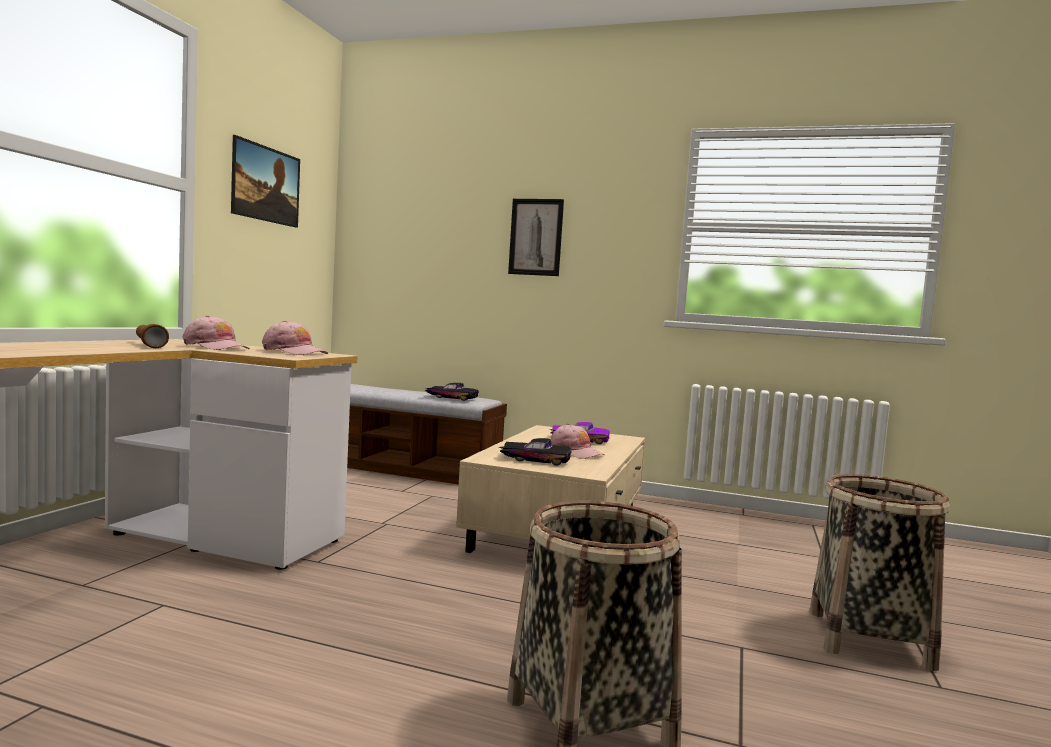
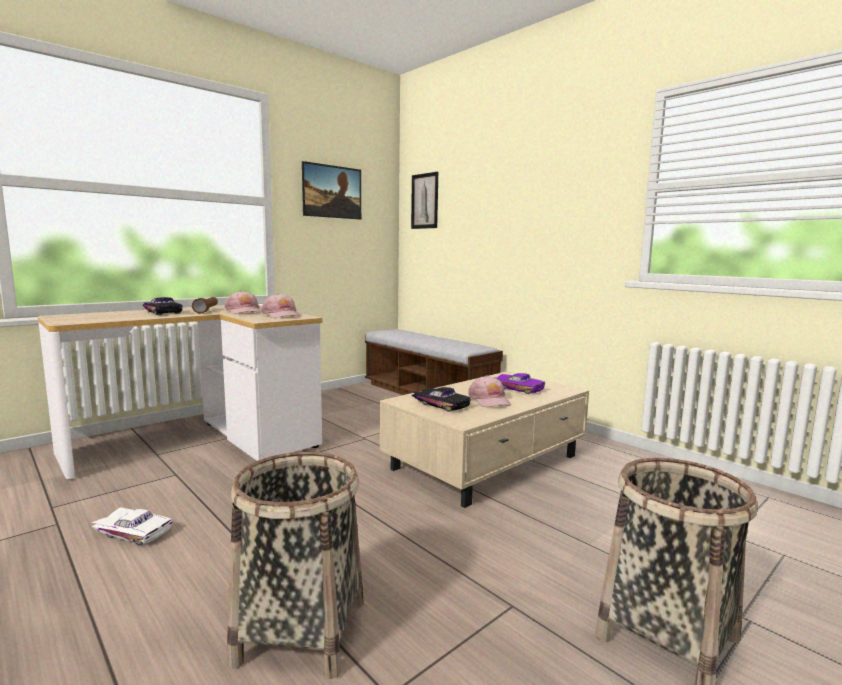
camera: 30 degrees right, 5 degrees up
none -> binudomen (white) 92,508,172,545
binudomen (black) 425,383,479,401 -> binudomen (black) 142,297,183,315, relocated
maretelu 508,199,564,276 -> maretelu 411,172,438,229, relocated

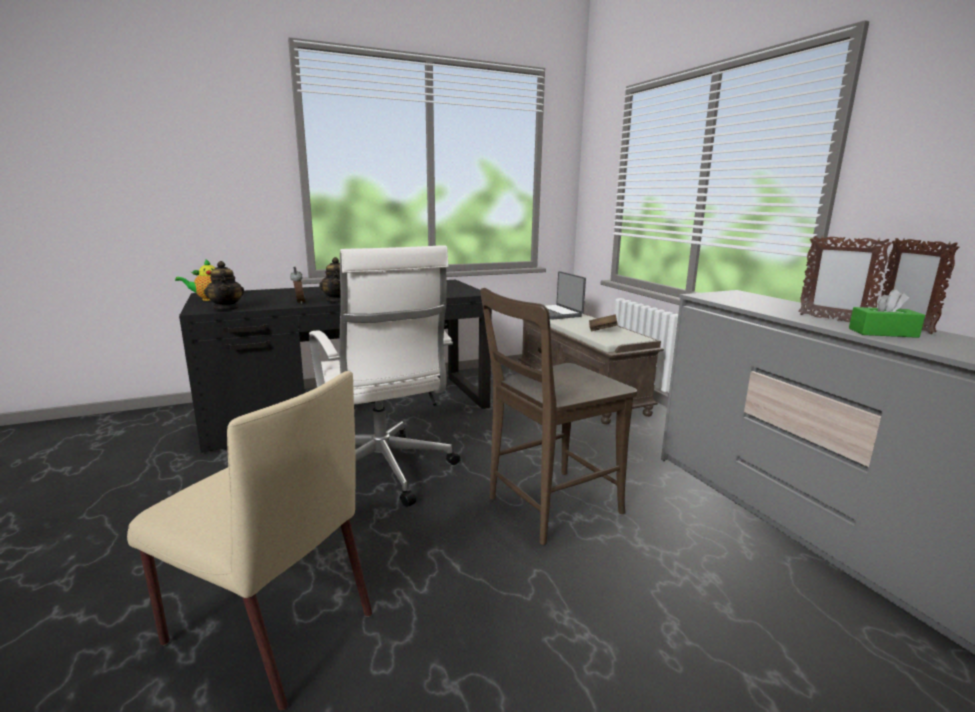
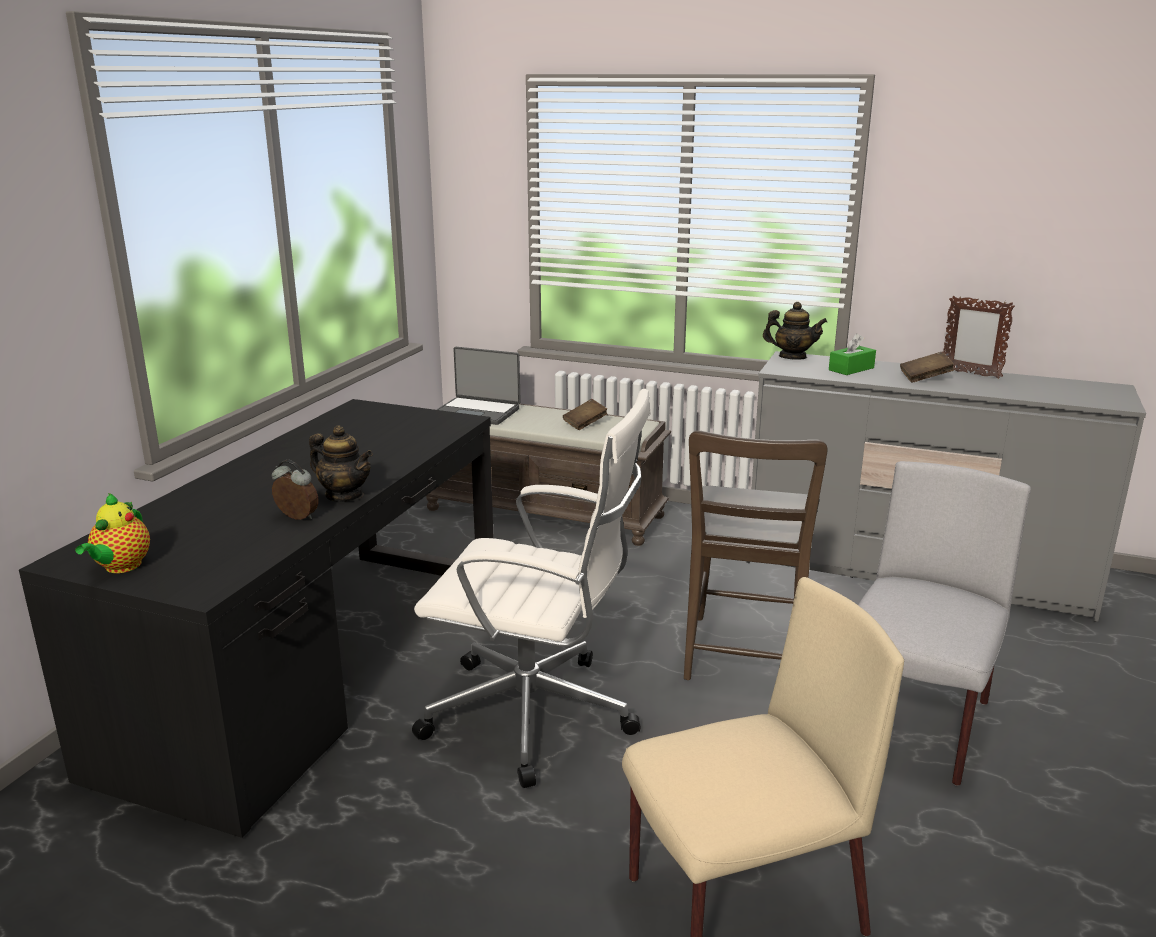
camera: 45 degrees left, 5 degrees up
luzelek 204,261,244,311 -> luzelek 763,302,827,360, relocated
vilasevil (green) 849,289,925,338 -> vilasevil (green) 829,333,876,375, relocated
none -> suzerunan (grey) 858,461,1031,786
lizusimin 798,236,892,322 -> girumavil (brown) 900,352,954,383

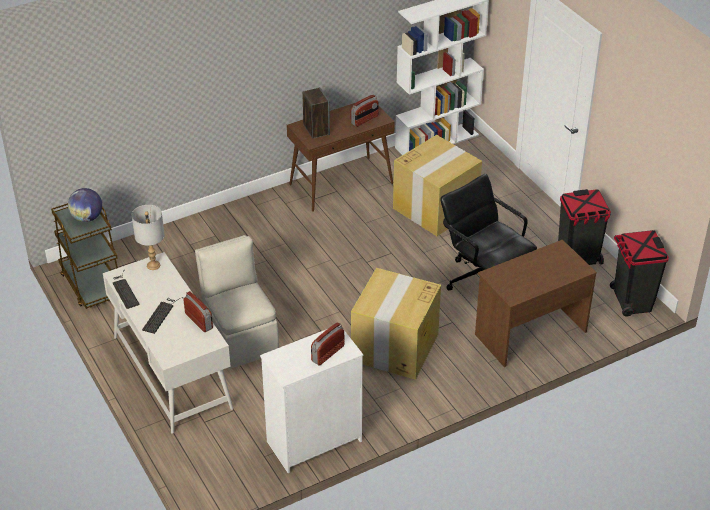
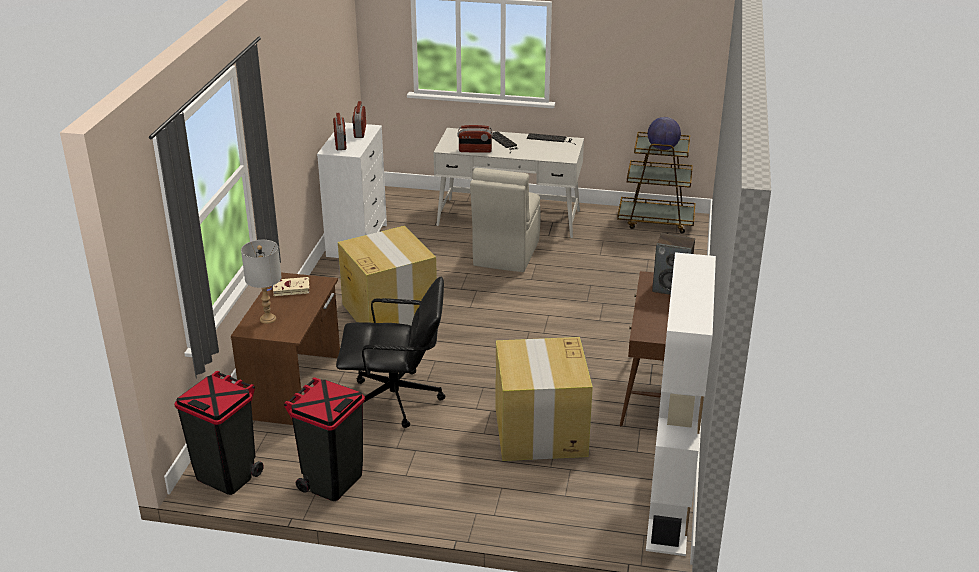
camera: 130 degrees right, 10 degrees down
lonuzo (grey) 132,205,165,270 -> lonuzo (grey) 241,240,281,324, relocated
none -> girumavil (beige) 267,277,310,296
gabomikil 351,94,379,127 -> gabomikil 352,101,366,138, relocated
suzerunan (beige) 195,235,279,369 -> suzerunan (beige) 470,168,541,272, 90 degrees clockwise

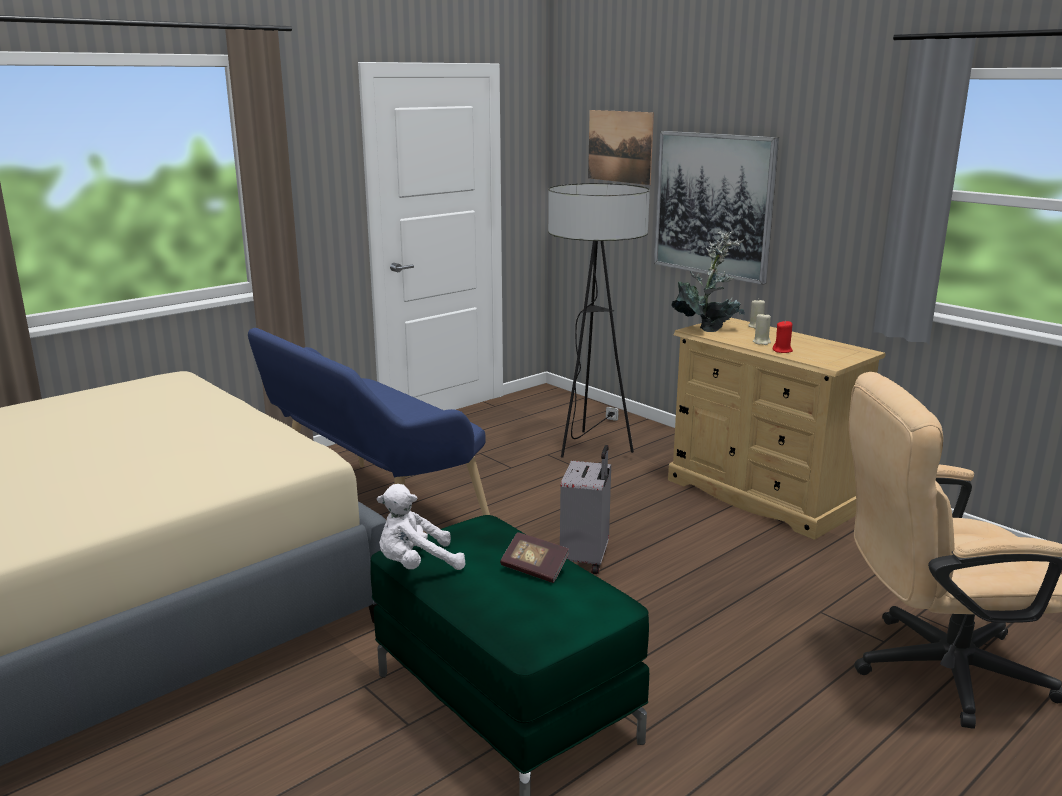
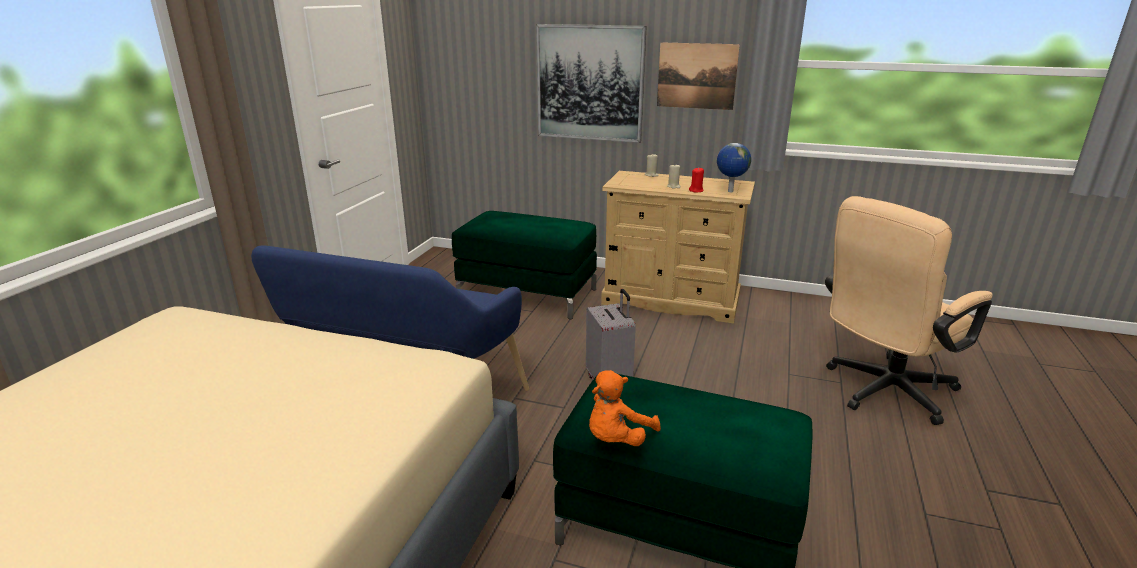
camera: 30 degrees left, 5 degrees up
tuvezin 548,183,650,458 -> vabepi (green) 452,211,597,319
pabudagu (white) 377,484,466,570 -> pabudagu (orange) 589,370,661,446
maretelu 588,110,654,185 -> maretelu 657,42,740,110, relocated
none -> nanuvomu 717,143,751,192
girumavil 500,532,569,583 -> none
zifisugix 671,230,746,332 -> none

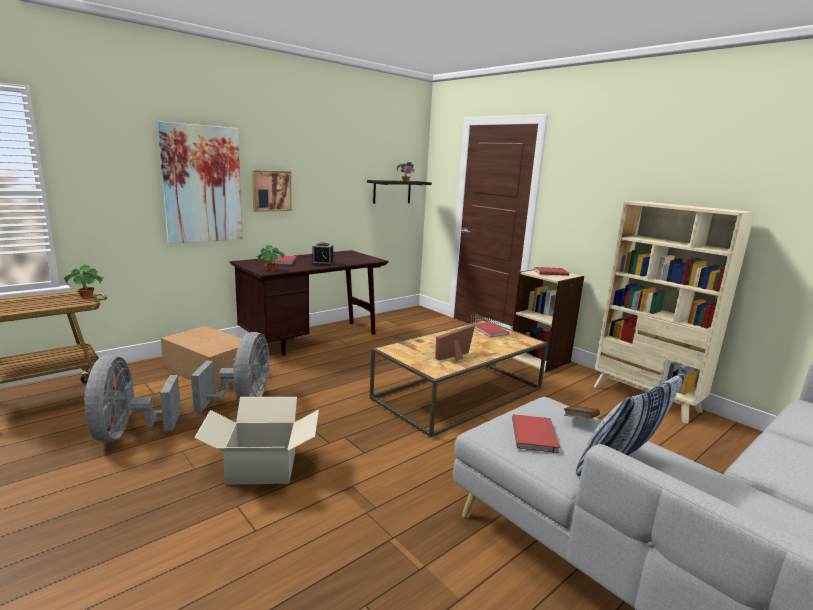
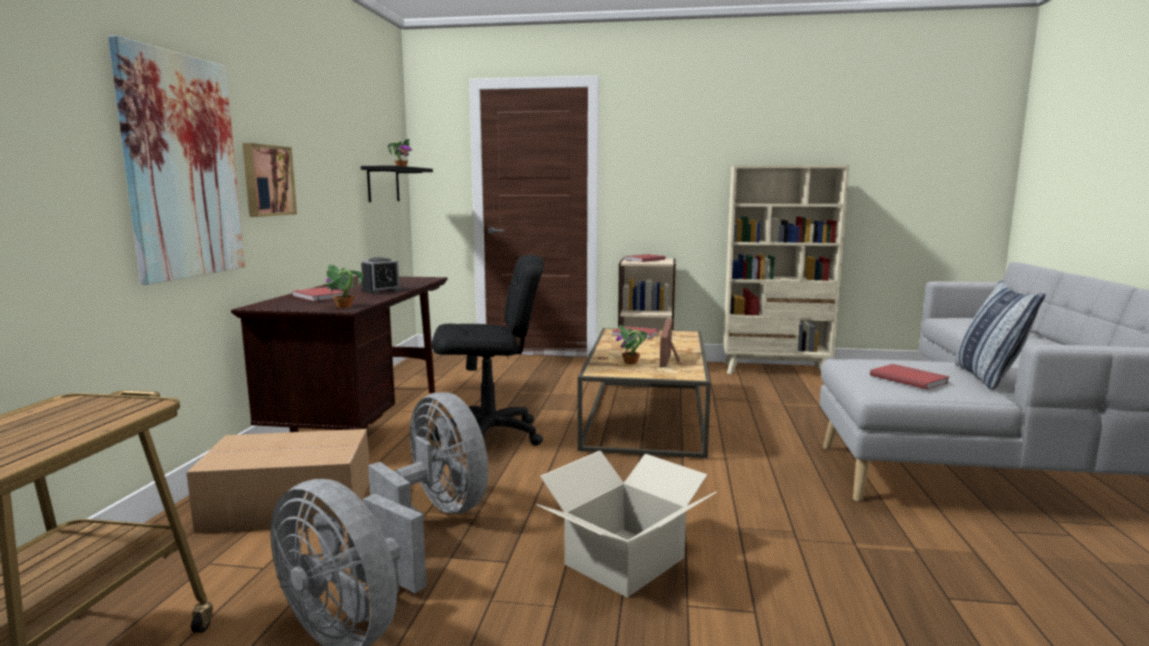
camera: 40 degrees left, 5 degrees down
none -> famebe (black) 430,255,544,446
zifisugix 64,264,105,297 -> zifisugix 616,325,647,364, relocated
girumavil (brown) 564,405,600,419 -> none

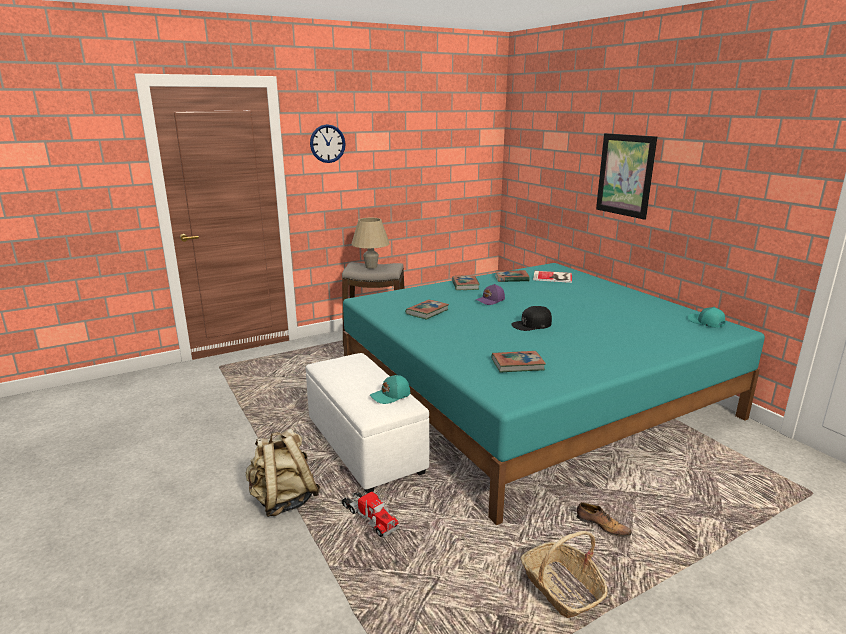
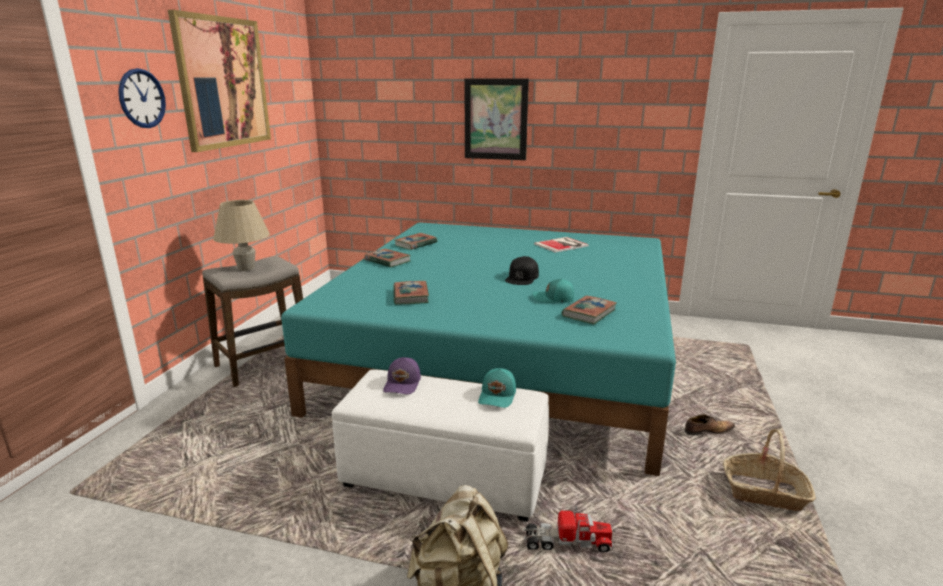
camera: 45 degrees left, 0 degrees up
none -> maretelu 168,10,271,152
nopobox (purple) 476,284,505,305 -> nopobox (purple) 383,357,421,394, relocated
nopobox (turquoise) 688,307,725,328 -> nopobox (turquoise) 532,278,574,303, relocated
girumavil 533,271,572,283 -> girumavil 534,237,589,253, relocated

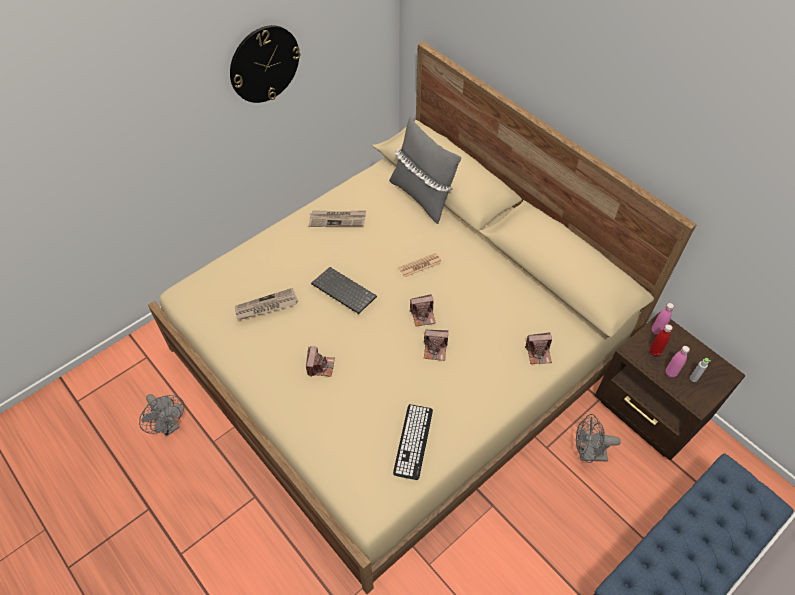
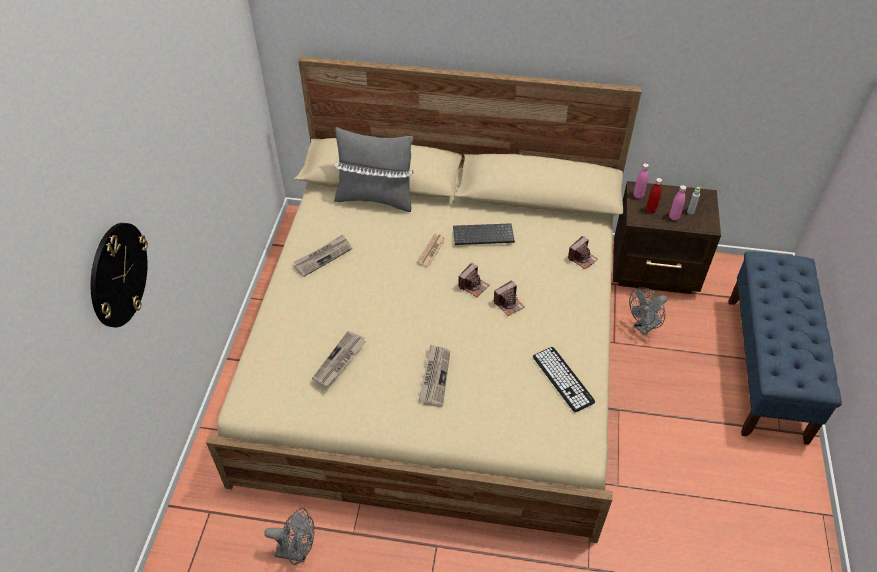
camera: 40 degrees left, 5 degrees down
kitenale 230,25,300,103 -> kitenale 91,223,148,327, relocated
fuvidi 306,346,335,377 -> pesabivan 419,344,450,407
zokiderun 311,267,377,314 -> zokiderun 453,223,515,245, relocated

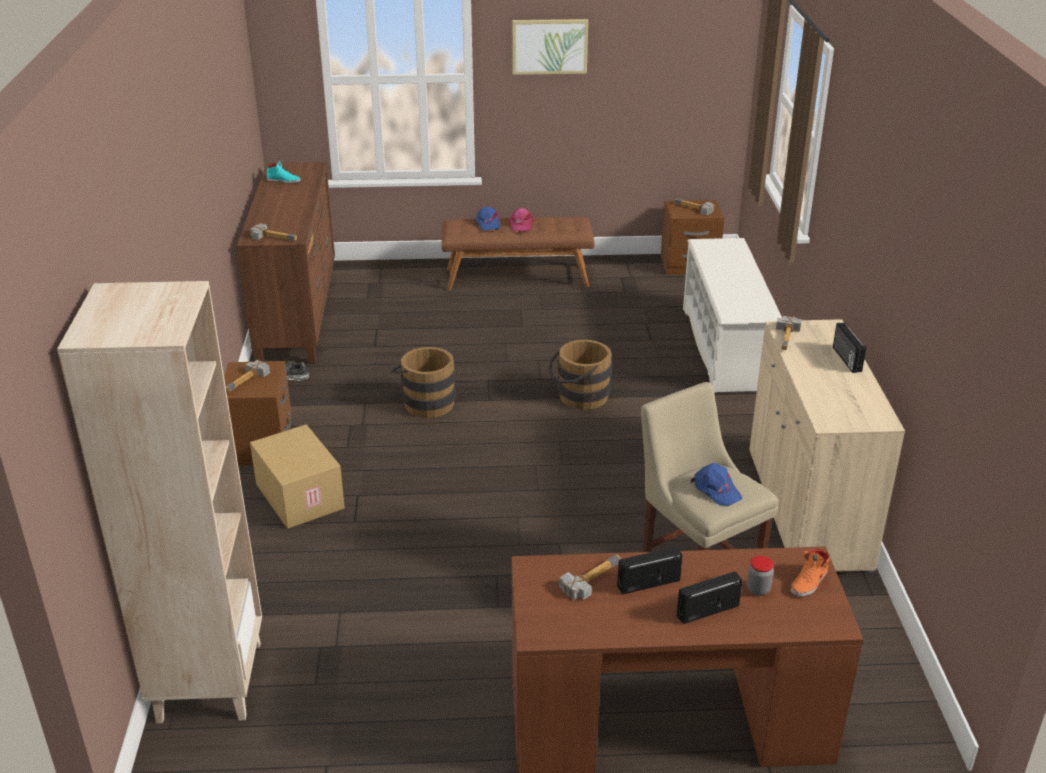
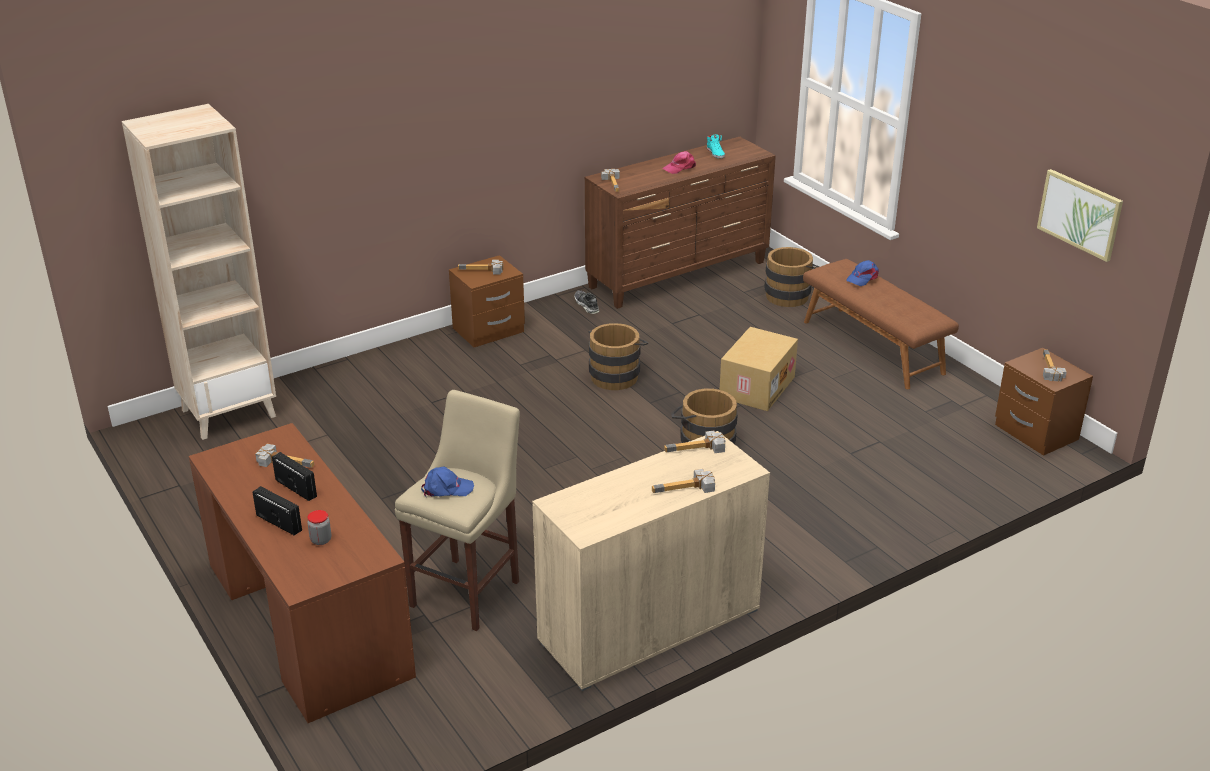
camera: 60 degrees right, 0 degrees up
nopobox (blue) 691,463,742,506 -> nopobox (blue) 421,466,474,497, 120 degrees counterclockwise
gabomikil 833,322,866,373 -> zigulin 652,469,715,493
nopobox (pink) 509,208,534,231 -> nopobox (pink) 662,151,696,174, relocated
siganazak 250,424,345,529 -> siganazak 720,327,798,411, relocated
none -> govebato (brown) 764,247,819,307
maretelu 512,19,588,75 -> maretelu 1037,169,1123,262, relocated
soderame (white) 683,238,783,394 -> none
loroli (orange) 790,549,830,597 -> none

